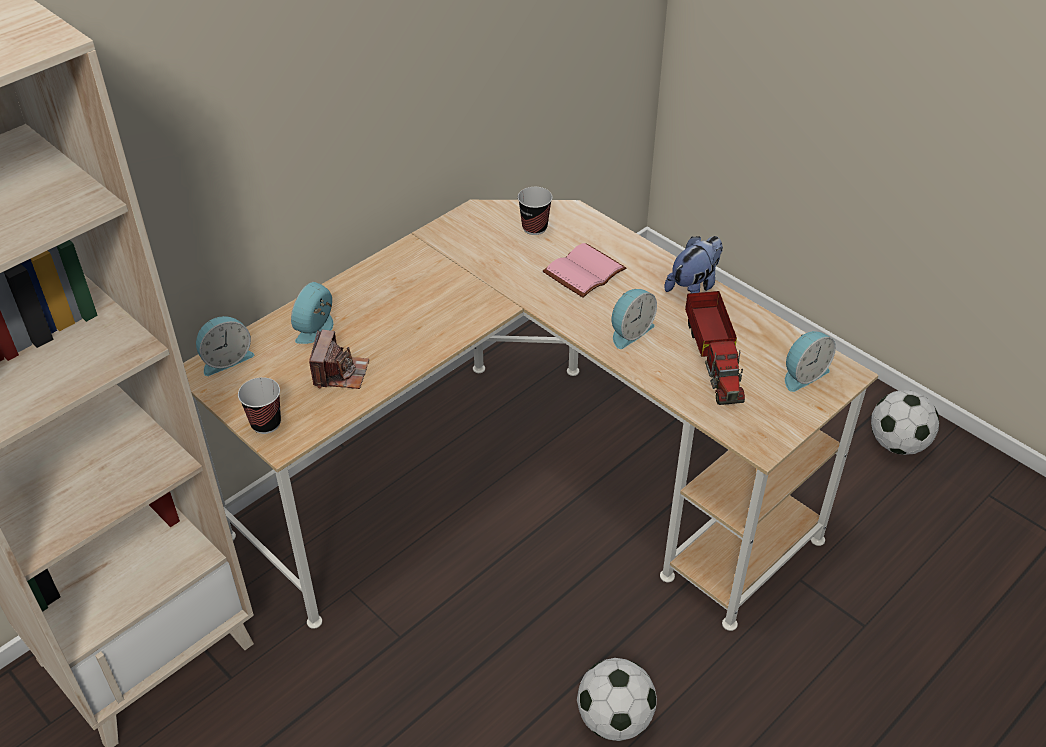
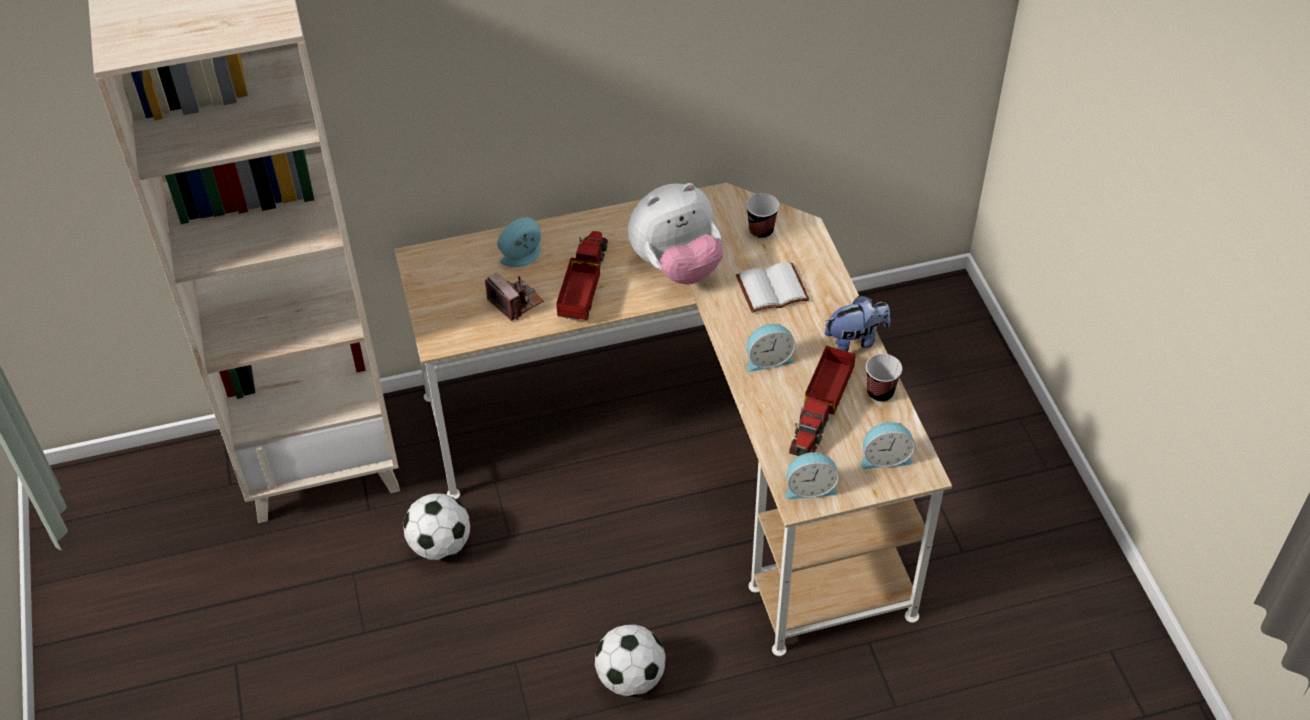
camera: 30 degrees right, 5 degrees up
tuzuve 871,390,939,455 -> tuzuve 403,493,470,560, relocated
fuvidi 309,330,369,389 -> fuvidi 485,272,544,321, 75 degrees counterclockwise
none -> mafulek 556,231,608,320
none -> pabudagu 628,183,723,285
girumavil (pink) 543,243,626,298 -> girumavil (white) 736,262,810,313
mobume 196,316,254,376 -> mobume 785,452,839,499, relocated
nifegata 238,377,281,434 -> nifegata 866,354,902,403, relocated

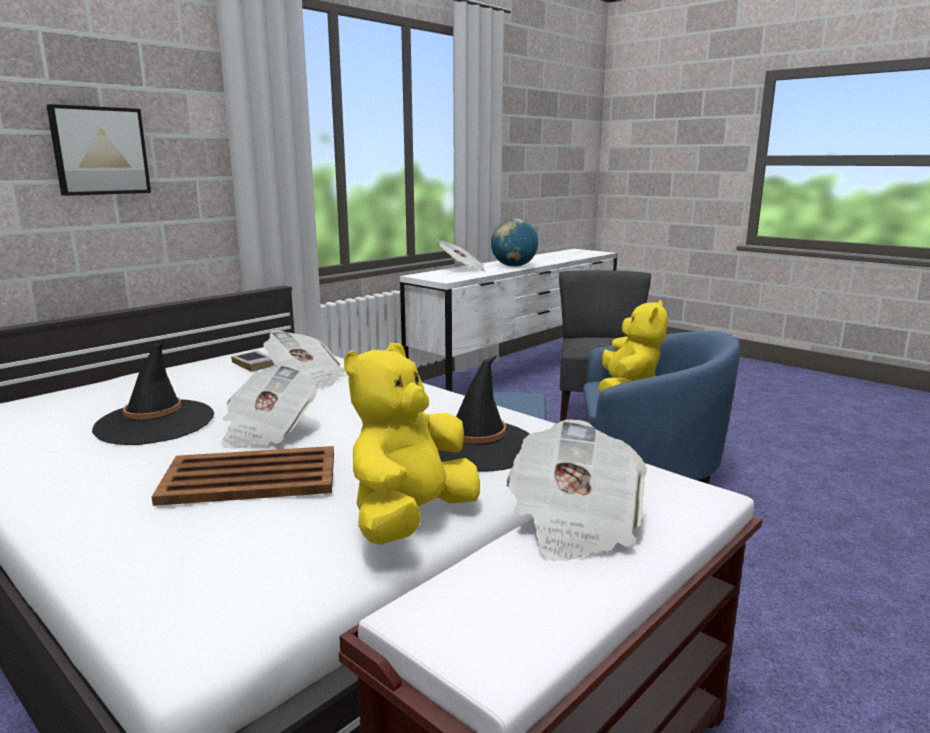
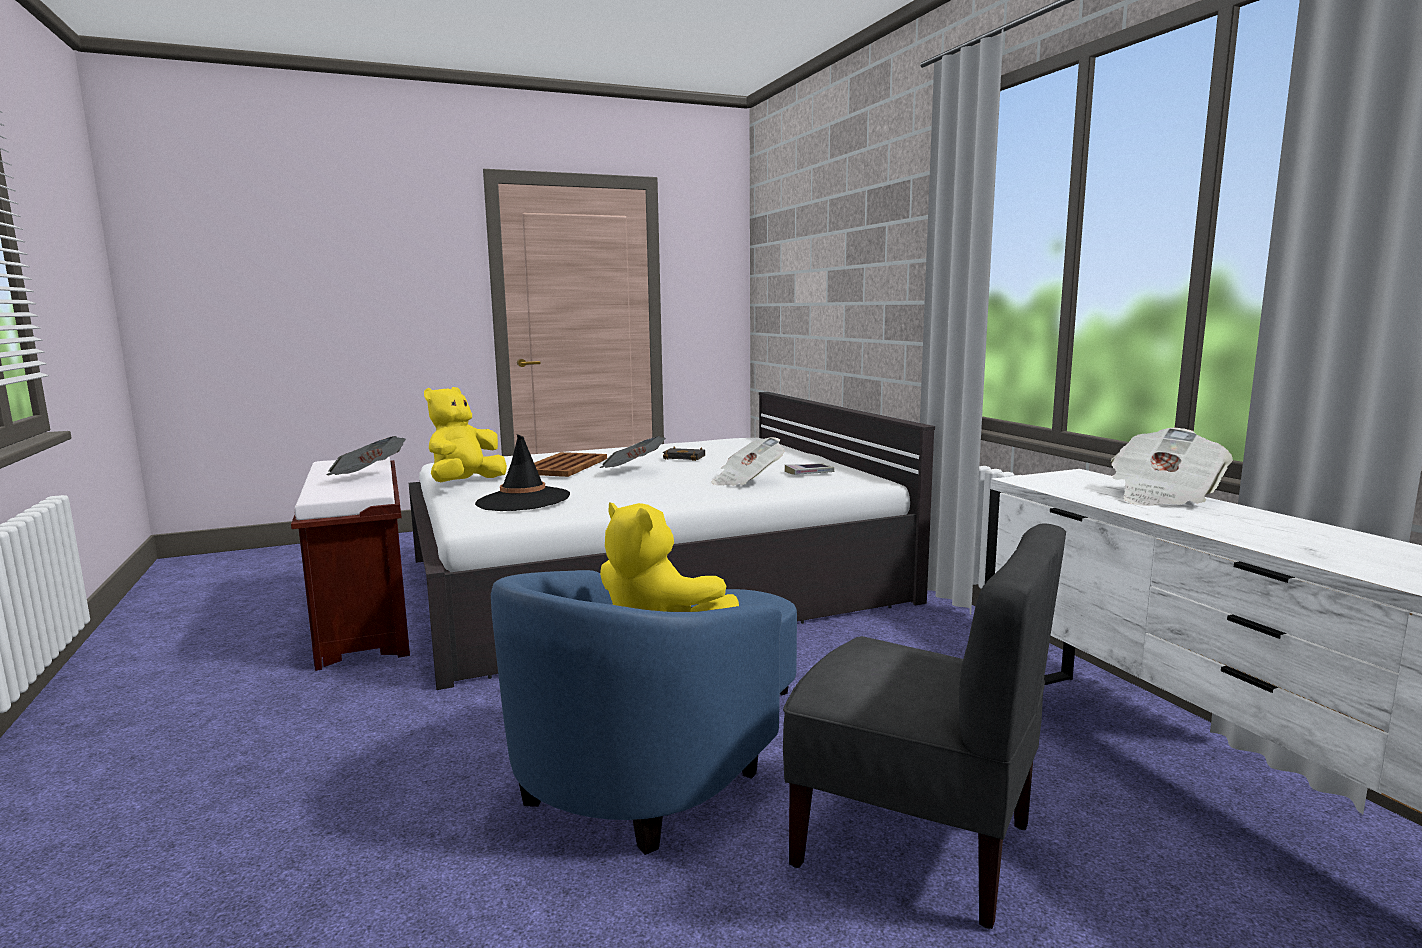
camera: 115 degrees right, 5 degrees down
pabudagu (yellow) 344,343,480,545 -> pabudagu (yellow) 424,387,507,482, 120 degrees counterclockwise
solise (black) 92,342,214,445 -> girumavil (black) 663,446,705,461
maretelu 47,104,151,196 -> none
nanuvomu 491,219,538,267 -> none

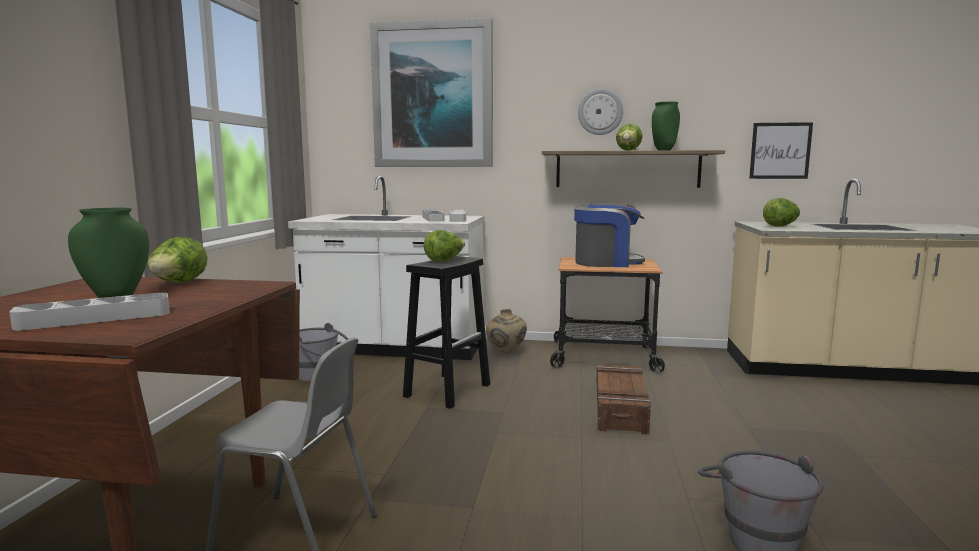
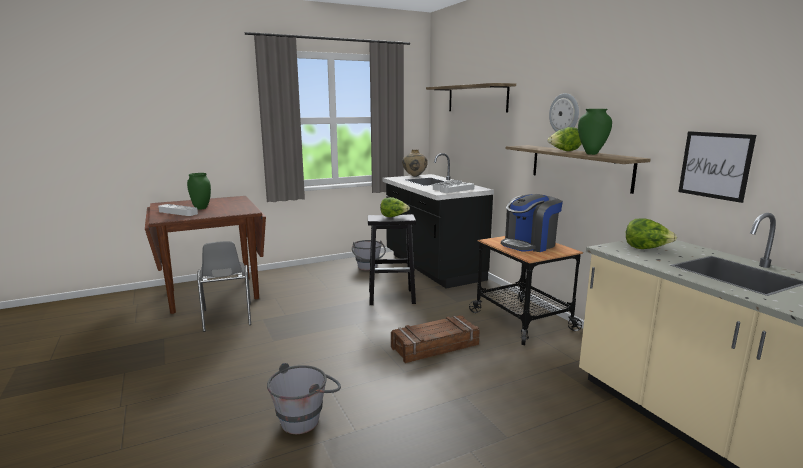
camera: 55 degrees right, 5 degrees up
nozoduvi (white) 288,175,484,360 -> nozoduvi (black) 382,153,494,289
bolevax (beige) 486,309,527,353 -> bolevax (beige) 402,150,428,177, relocated
maretelu 370,18,493,167 -> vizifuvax 426,83,516,112
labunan 574,203,645,267 -> labunan 501,194,563,252, 90 degrees clockwise
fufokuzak 148,237,207,283 -> none

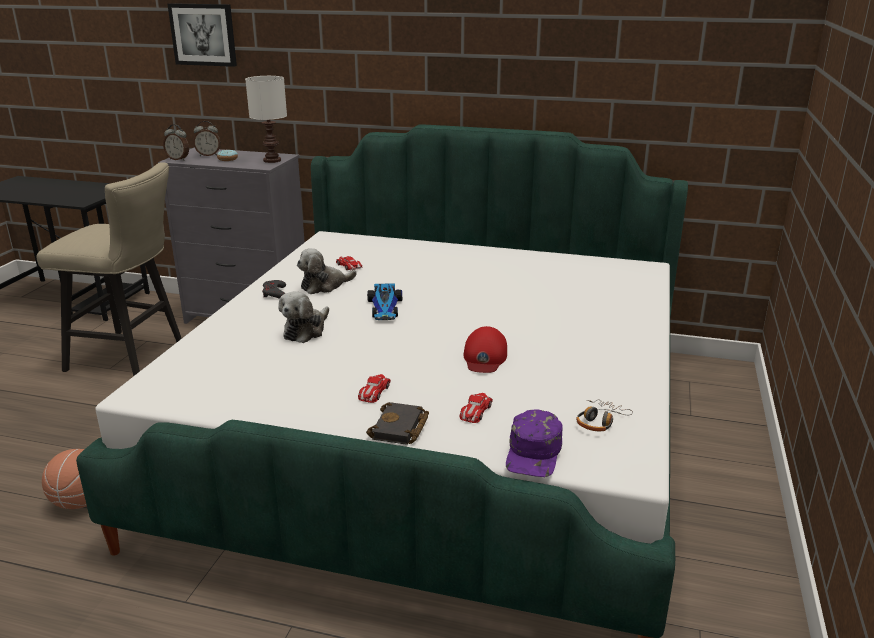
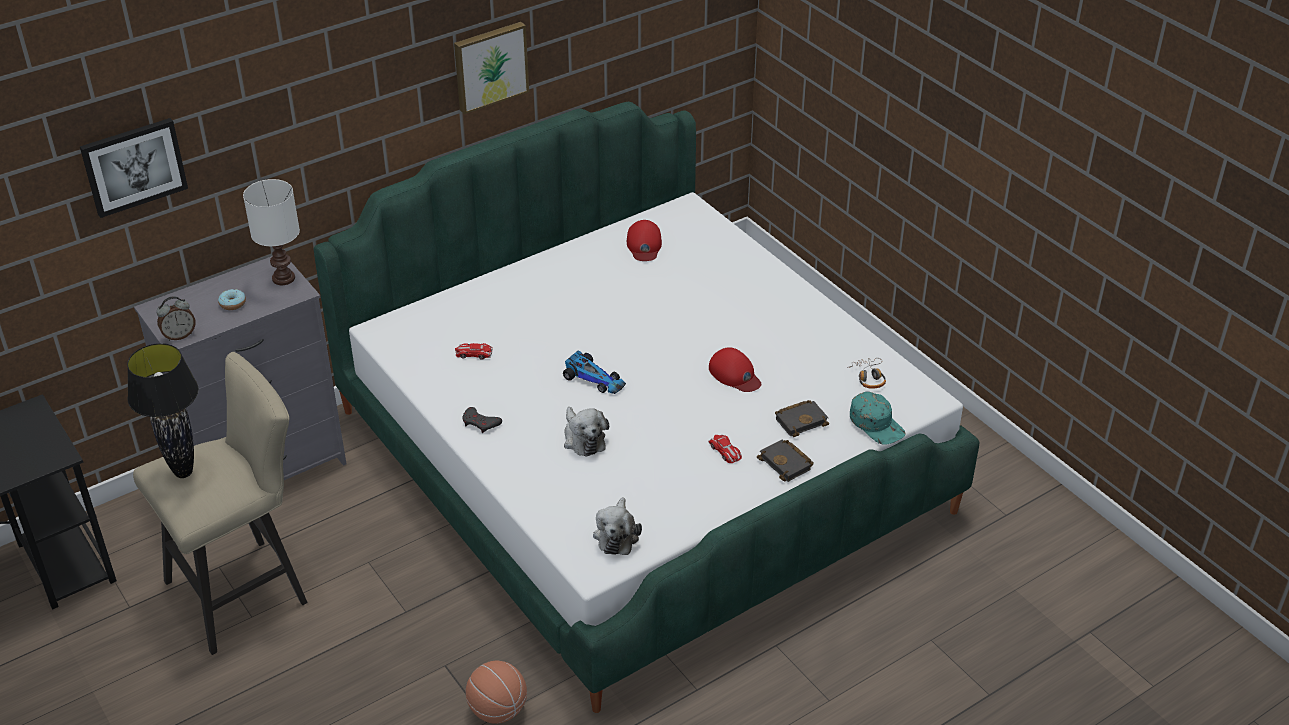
camera: 50 degrees left, 15 degrees up
none -> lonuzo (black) 127,343,199,478
none -> maretelu 454,22,529,114
pabudagu 297,248,357,294 -> pabudagu 593,497,642,555, relocated
none -> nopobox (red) 627,220,662,261
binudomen 460,393,493,423 -> girumavil (black) 775,400,829,437
nopobox (purple) 506,409,563,477 -> nopobox (turquoise) 850,392,906,445
mobume 193,121,221,156 -> none

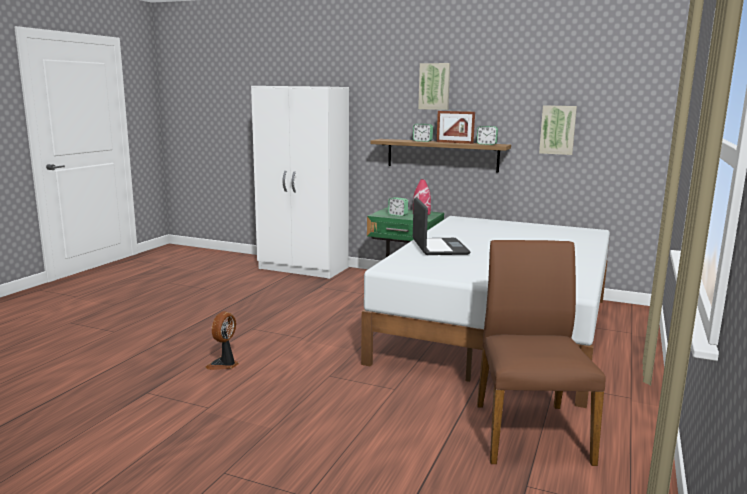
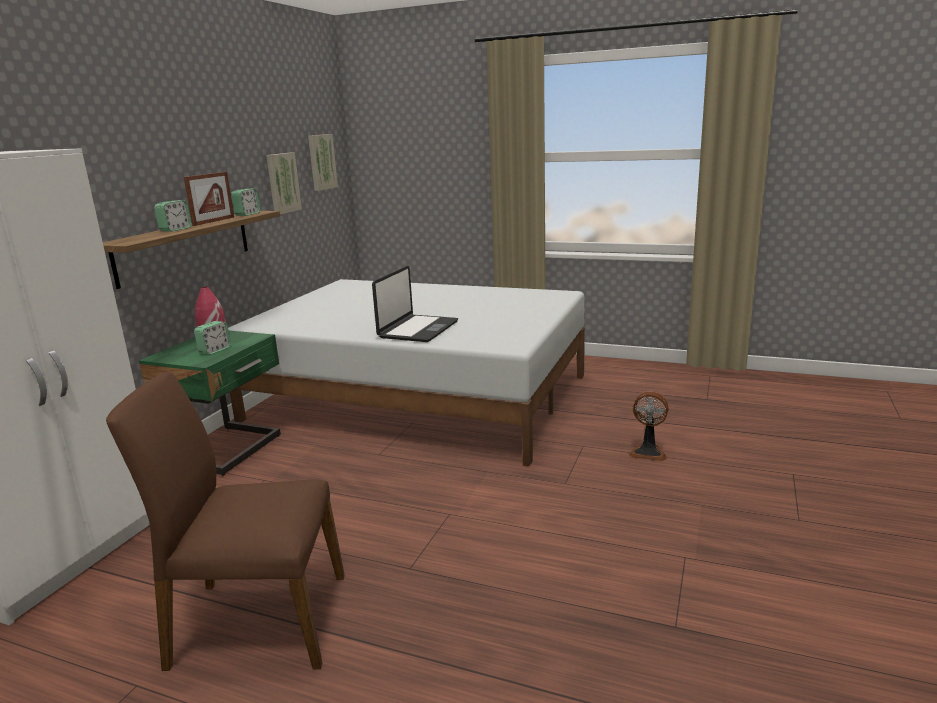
camera: 90 degrees left, 5 degrees up
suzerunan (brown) 477,240,606,466 -> suzerunan (brown) 106,371,345,671, relocated
maretelu 418,63,450,110 -> maretelu 308,134,338,191, relocated
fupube 412,197,471,255 -> fupube 372,266,458,342, 120 degrees clockwise
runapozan 206,311,239,370 -> runapozan 628,391,668,461, relocated

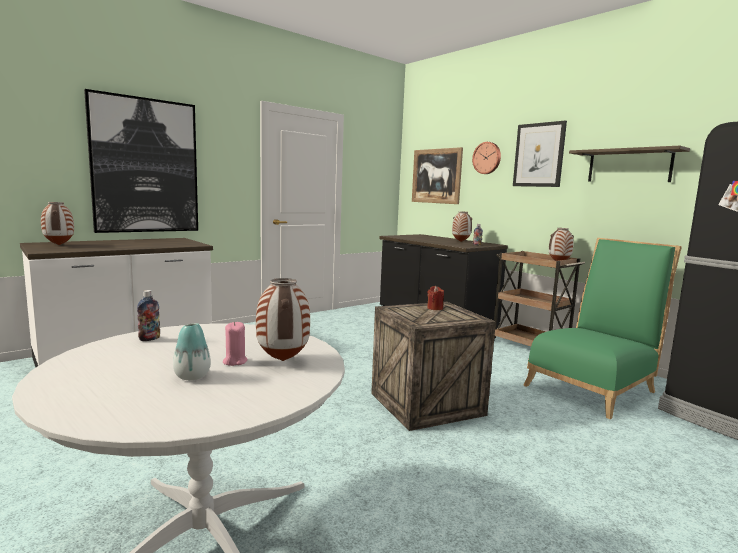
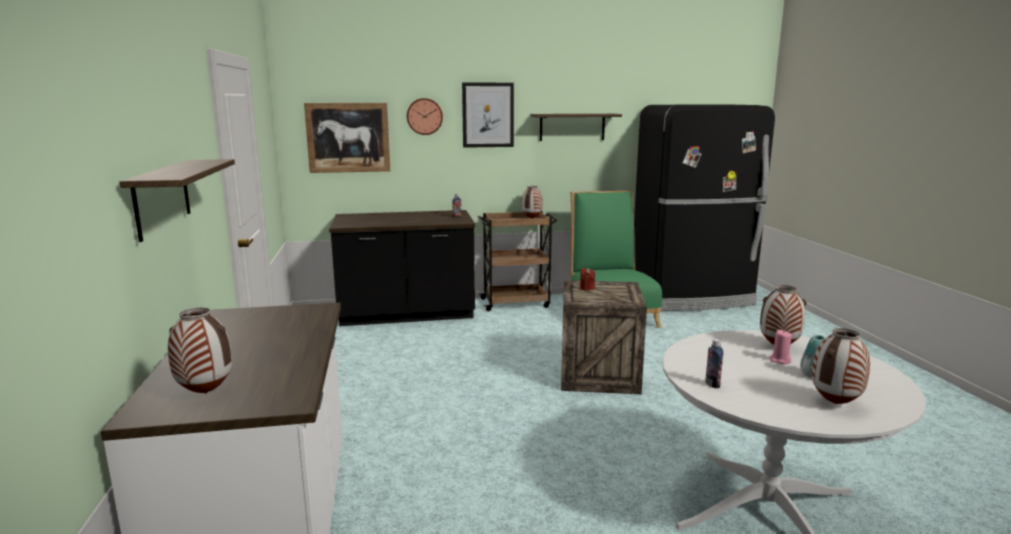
camera: 60 degrees left, 5 degrees up
maretelu 84,89,198,233 -> vizifuvax 119,159,235,242
bolevax 452,211,472,242 -> bolevax 812,328,870,404, relocated

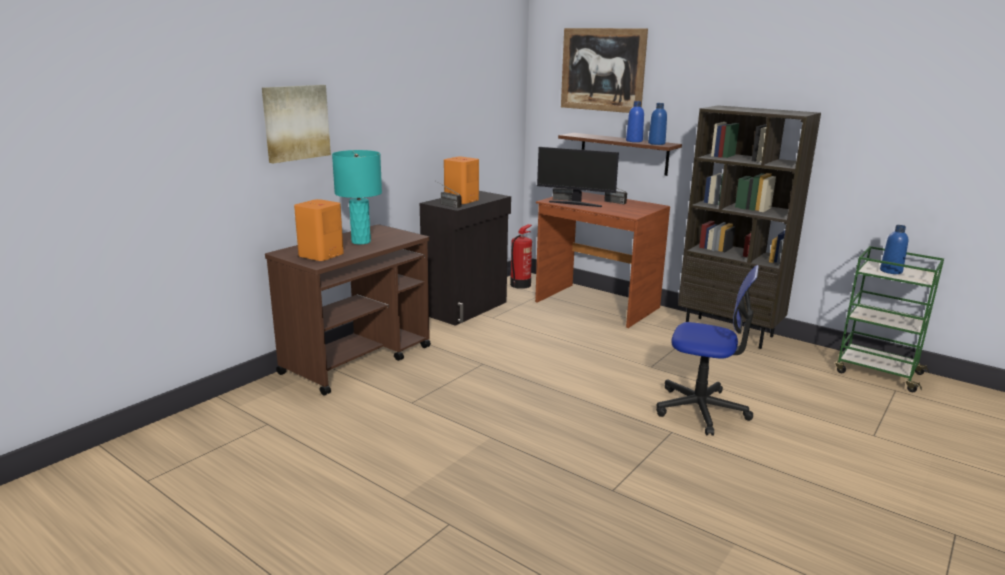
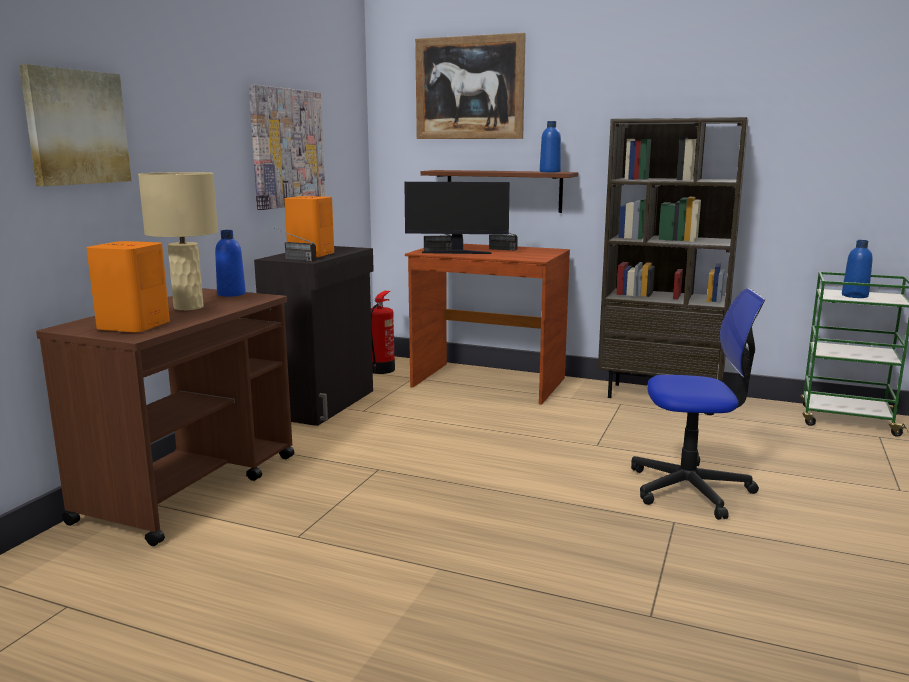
camera: 15 degrees left, 5 degrees down
lonuzo (turquoise) 332,150,382,244 -> lonuzo (beige) 138,172,218,310
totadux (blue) 626,101,644,142 -> totadux (blue) 215,230,246,297, relocated
none -> maretelu 249,85,325,210

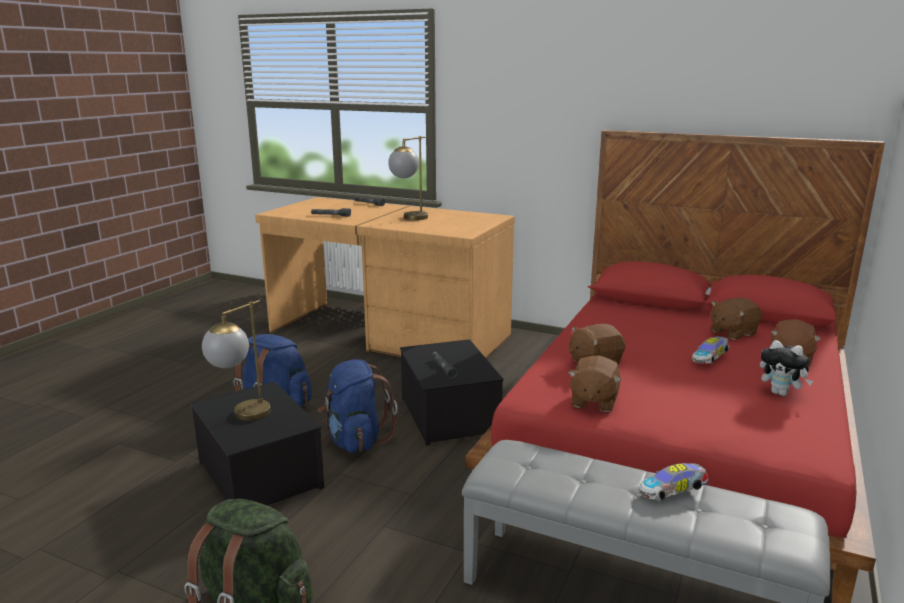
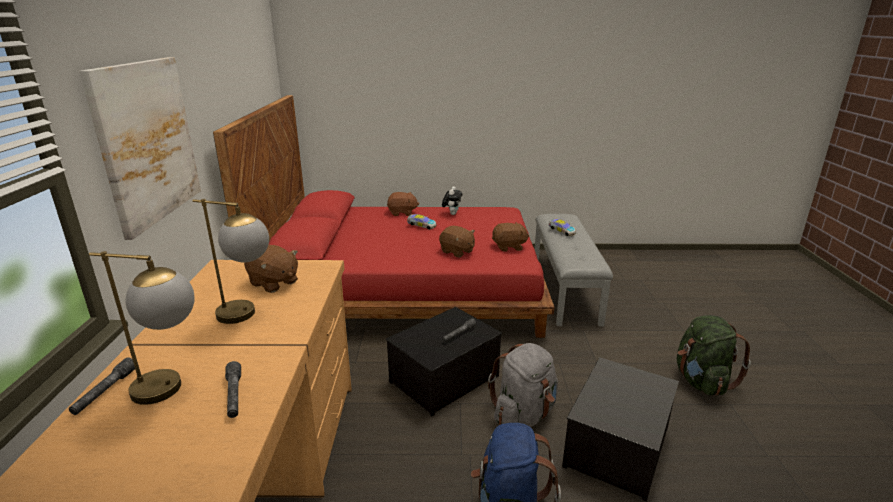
camera: 115 degrees left, 5 degrees up
none -> maretelu 79,57,201,240
lonuzo 202,300,271,421 -> lonuzo 89,251,195,405, relocated
pabudagu (brown) 711,298,762,340 -> pabudagu (brown) 244,245,298,293, relocated
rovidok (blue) 318,359,398,453 -> rovidok (grey) 488,343,558,427

